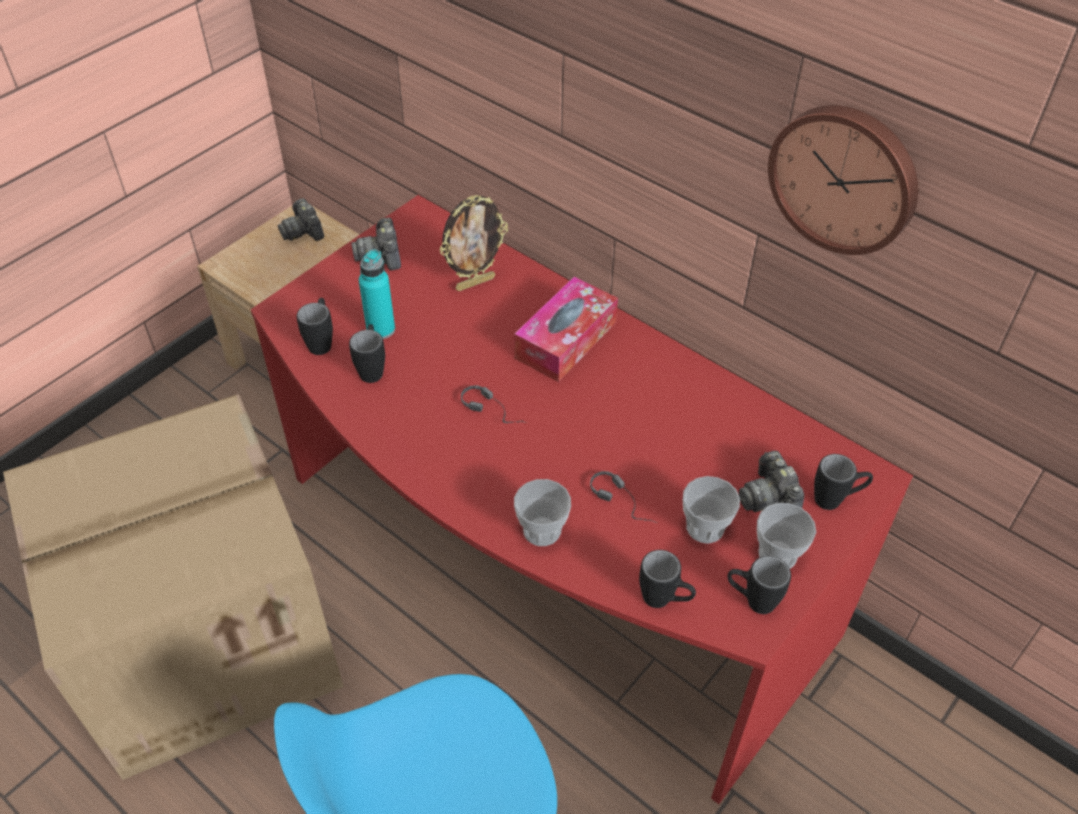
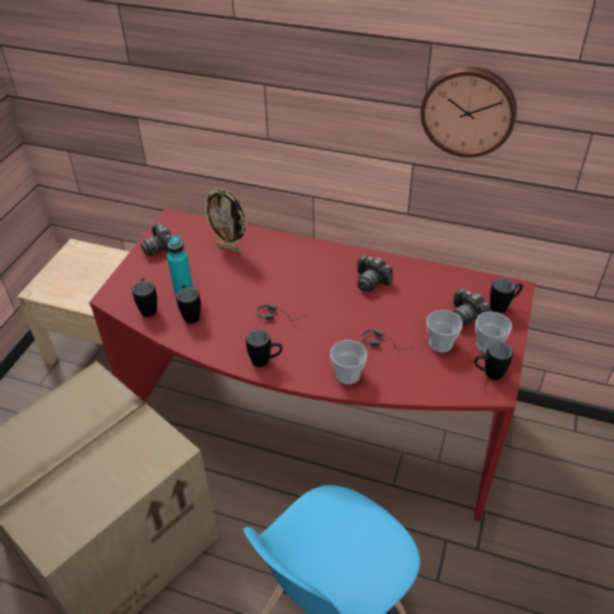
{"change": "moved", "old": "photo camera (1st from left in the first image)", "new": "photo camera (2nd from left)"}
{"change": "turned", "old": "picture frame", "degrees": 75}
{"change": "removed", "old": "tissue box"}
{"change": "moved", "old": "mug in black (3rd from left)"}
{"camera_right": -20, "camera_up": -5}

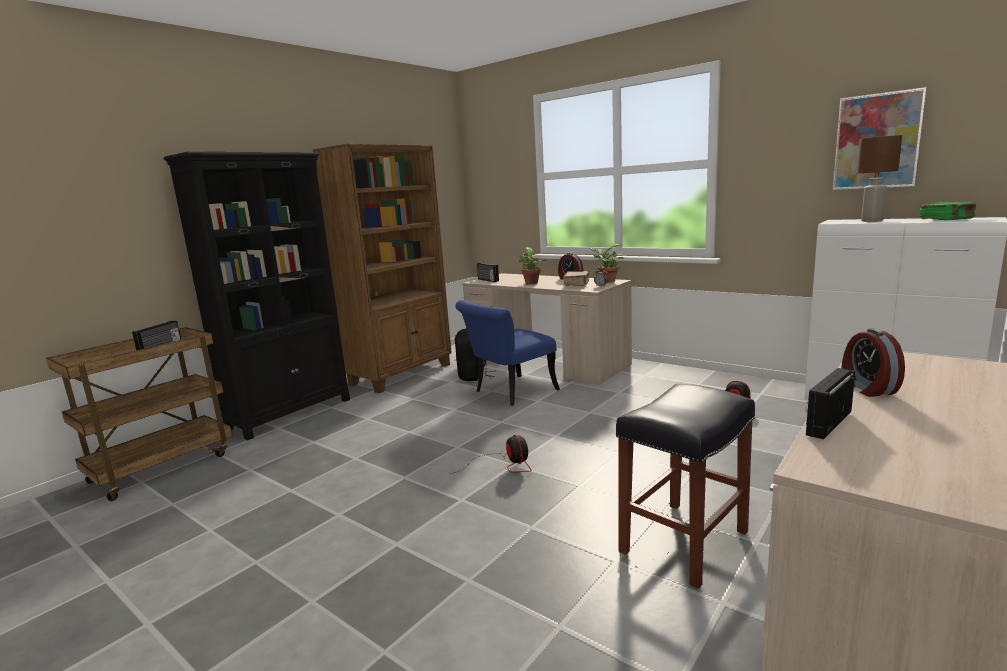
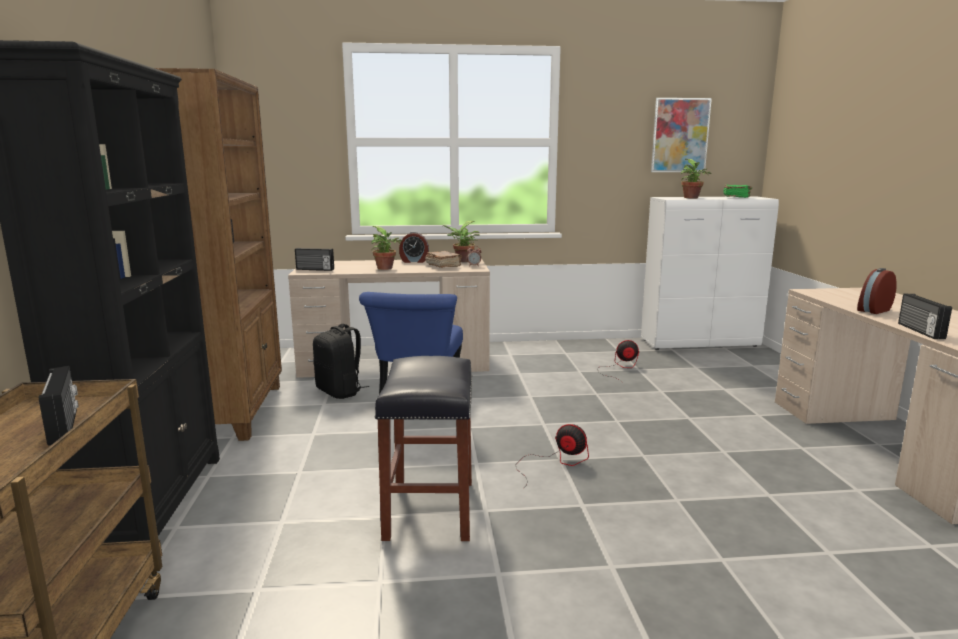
{"change": "moved", "old": "stool in black"}
{"change": "turned", "old": "alarm clock (3rd from left)", "degrees": 105}
{"change": "replaced", "old": "table lamp in brown", "new": "potted plant (3rd from left)"}
{"camera_right": -45, "camera_up": 0}

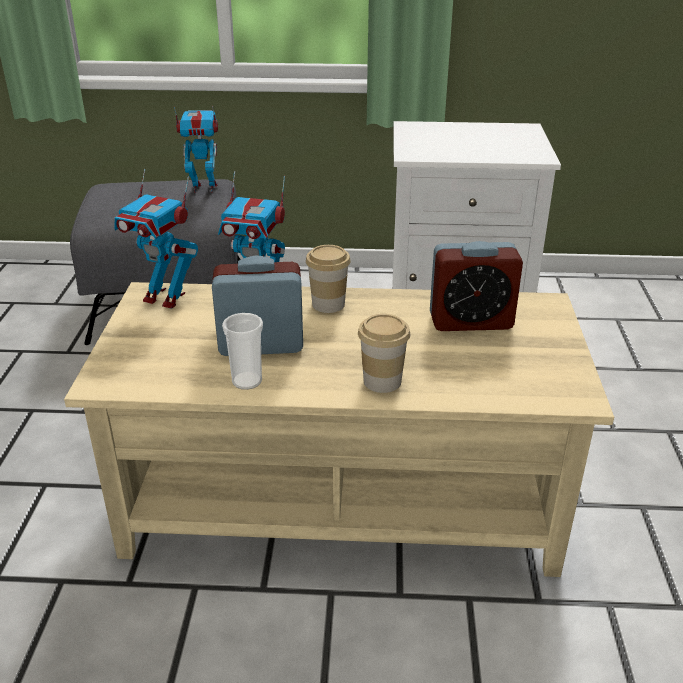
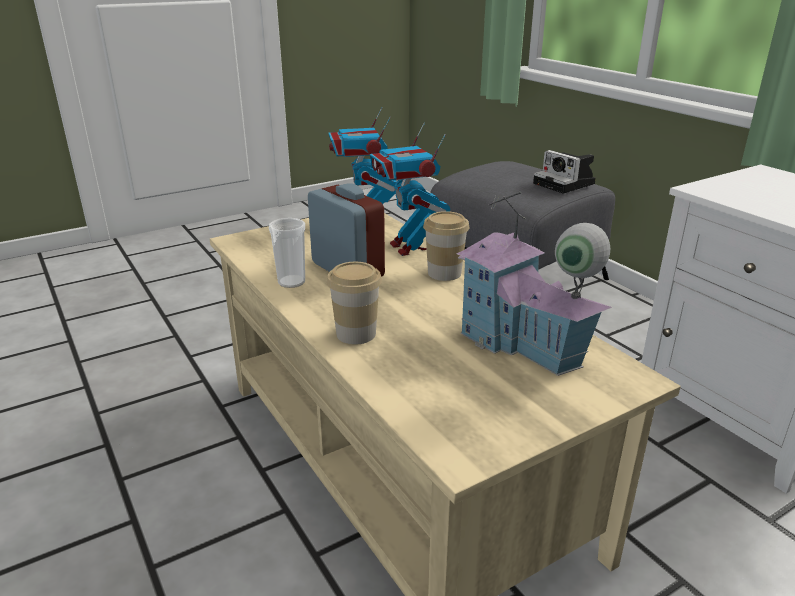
{"change": "replaced", "old": "toy robot (2nd from left)", "new": "photo camera"}
{"change": "replaced", "old": "alarm clock (2nd from left)", "new": "toy house"}
{"camera_right": 55, "camera_up": -5}

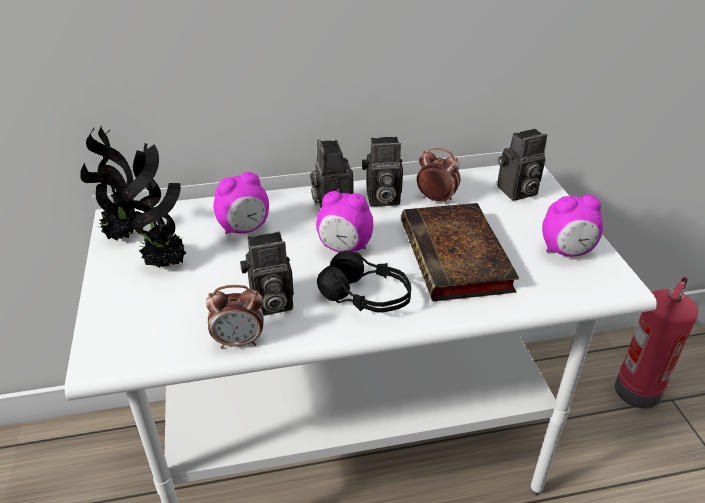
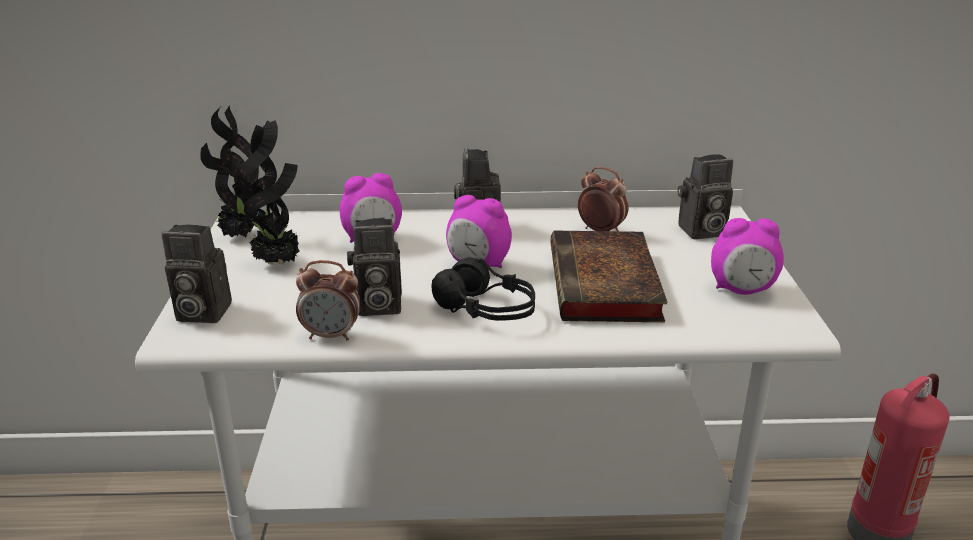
{"change": "moved", "old": "photo camera (3rd from left in the first image)", "new": "photo camera (1st from left)"}
{"camera_right": 10, "camera_up": -10}

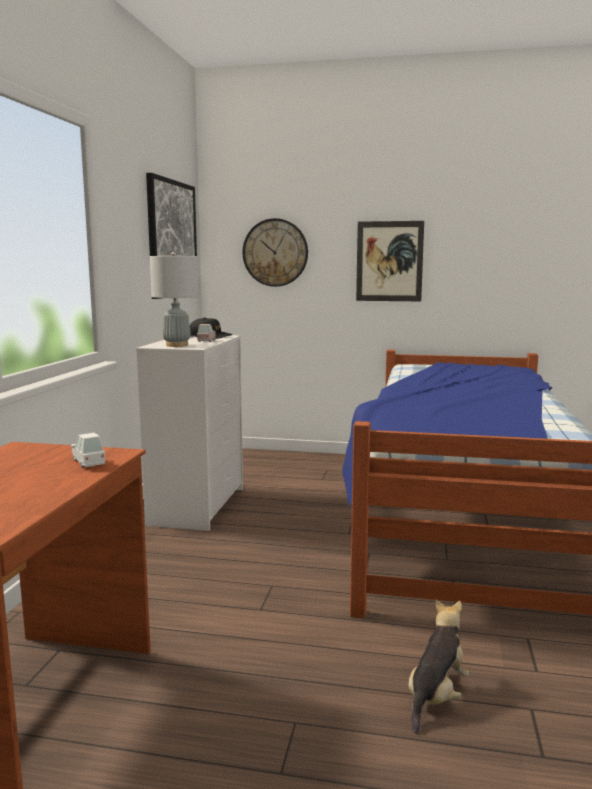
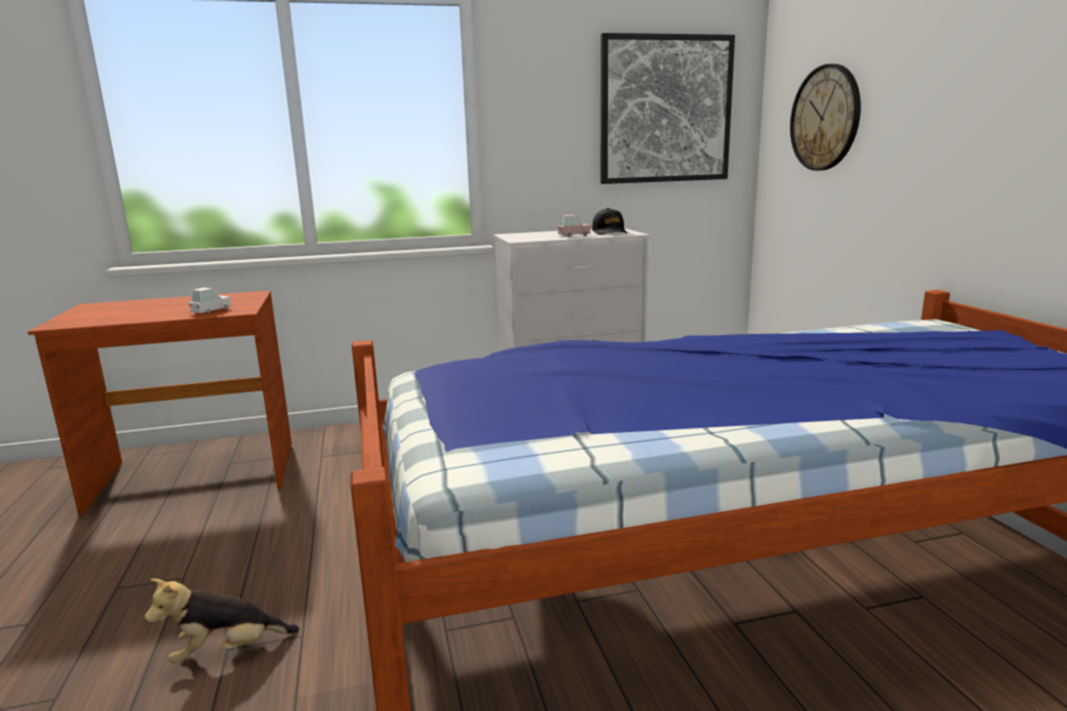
{"change": "removed", "old": "table lamp in grey"}
{"change": "removed", "old": "picture (2nd from left)"}
{"change": "turned", "old": "plush toy", "degrees": 150}
{"camera_right": 65, "camera_up": 5}

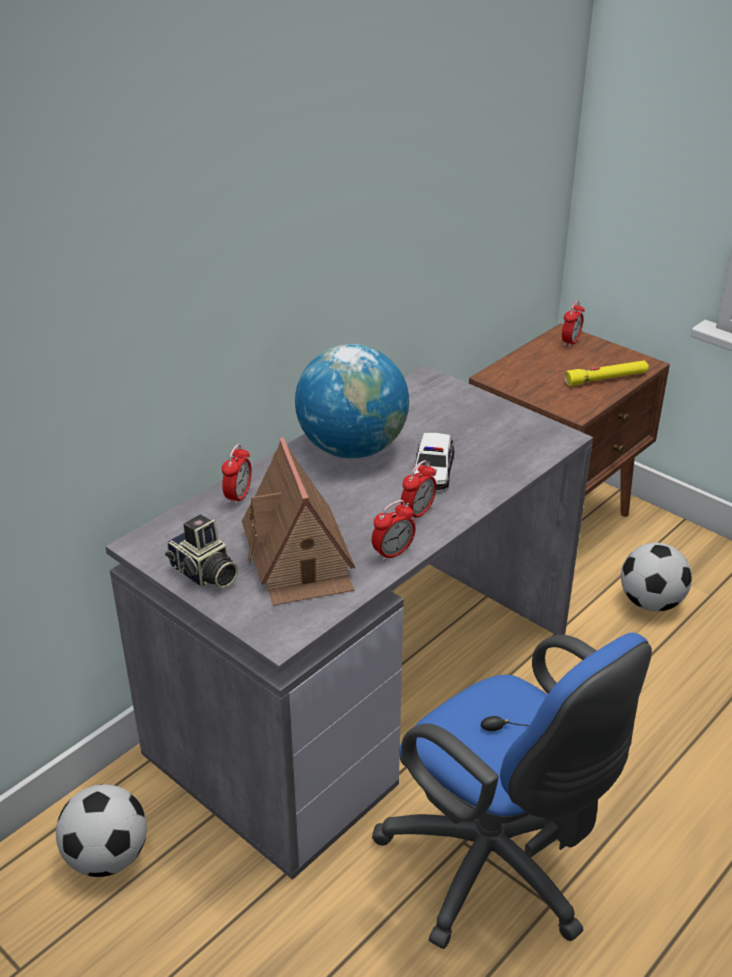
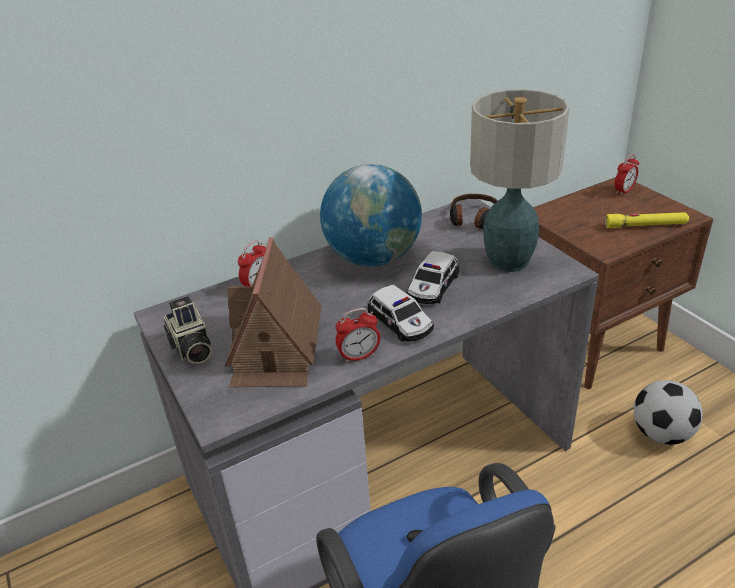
{"change": "removed", "old": "football (1st from left)"}
{"change": "replaced", "old": "alarm clock (3rd from left)", "new": "toy car (1st from left)"}
{"change": "added", "new": "headphones"}
{"change": "added", "new": "table lamp"}
{"camera_right": 20, "camera_up": 0}

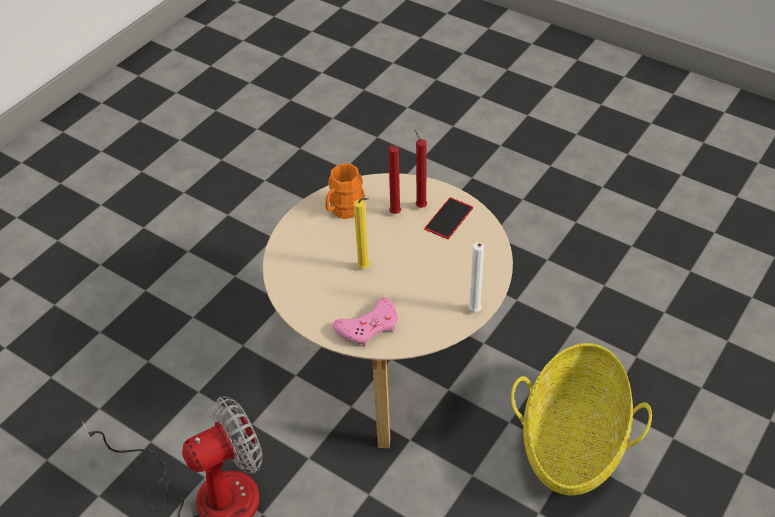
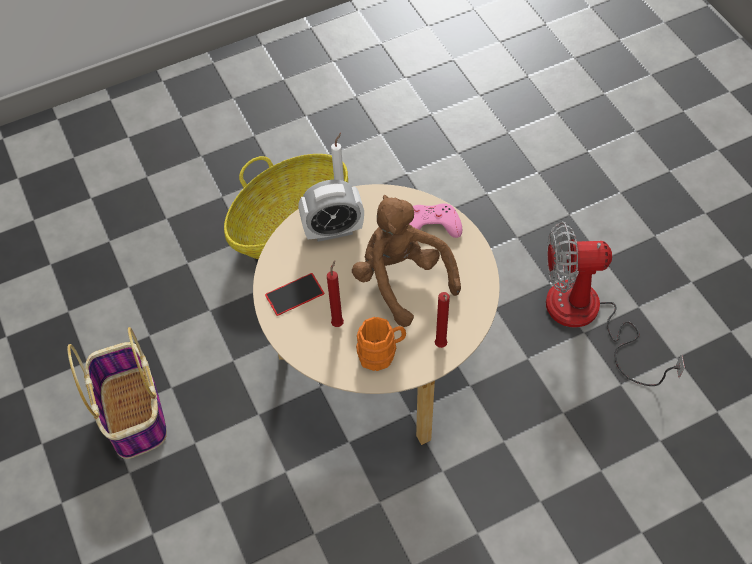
{"change": "replaced", "old": "candle in yellow", "new": "plush toy in brown"}
{"change": "moved", "old": "candle in red (2nd from left)"}
{"change": "added", "new": "basket (1st from left)"}
{"change": "added", "new": "alarm clock"}
{"camera_right": -150, "camera_up": 10}

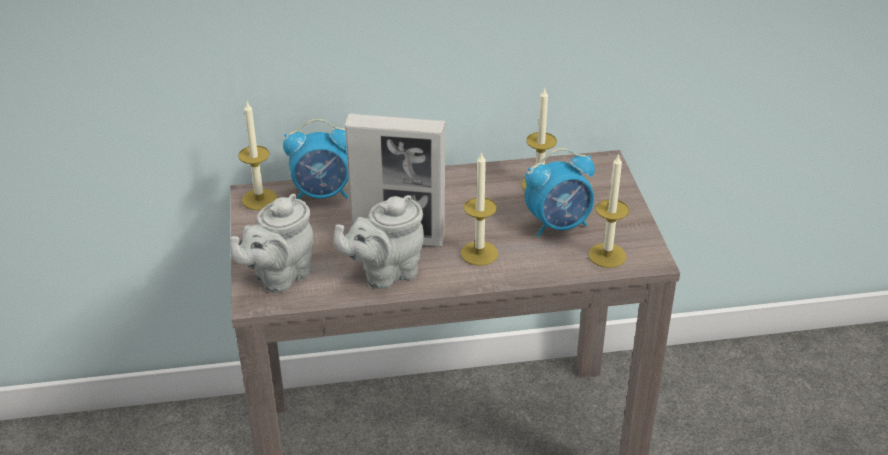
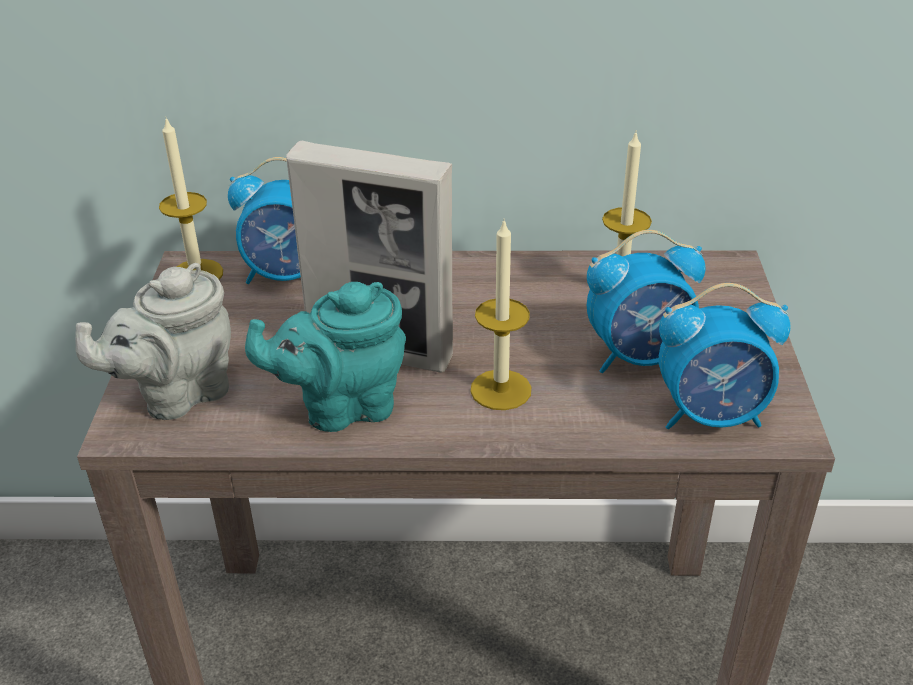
{"change": "recoloured", "old": "teapot in grey (2nd from left)", "new": "teapot in turquoise"}
{"change": "replaced", "old": "candle (4th from left)", "new": "alarm clock (3rd from left)"}
{"camera_right": 10, "camera_up": 0}

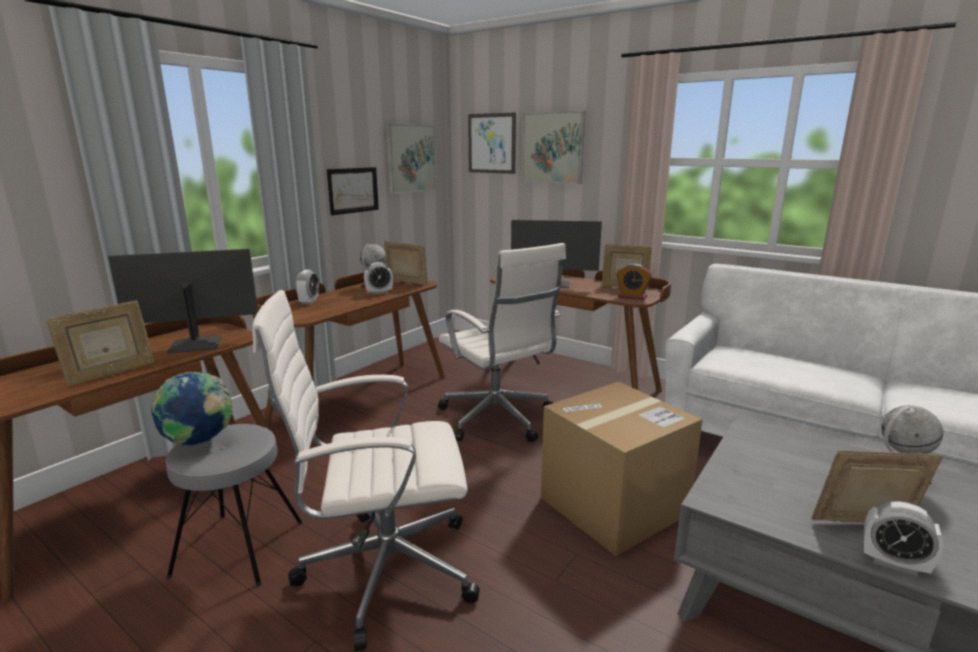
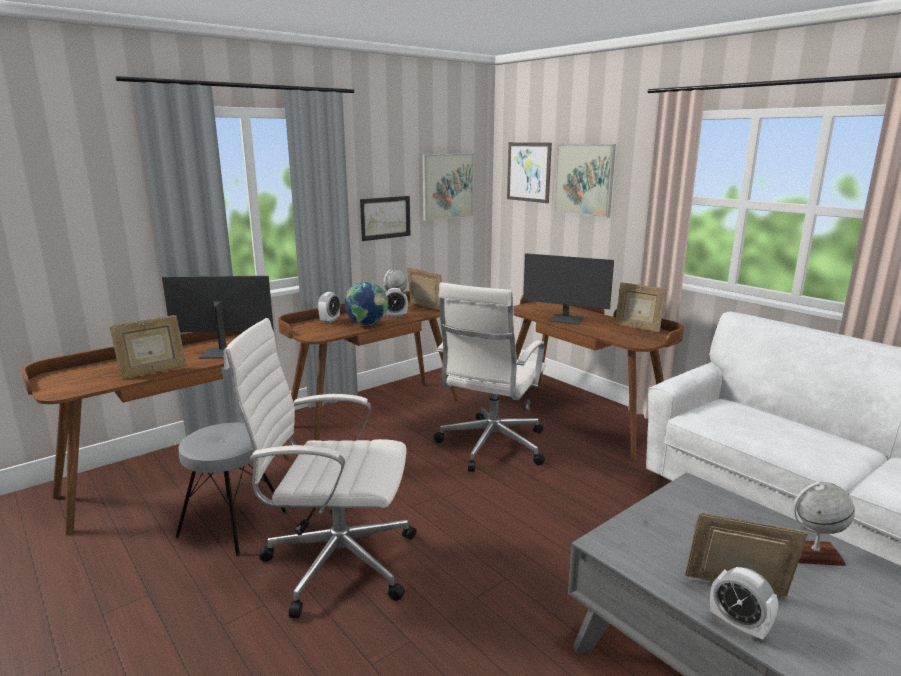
{"change": "moved", "old": "globe (1st from left)"}
{"change": "turned", "old": "office chair in white (2nd from left)", "degrees": 45}
{"change": "removed", "old": "cardboard box"}
{"change": "removed", "old": "alarm clock (3rd from left)"}
{"camera_right": 15, "camera_up": 0}

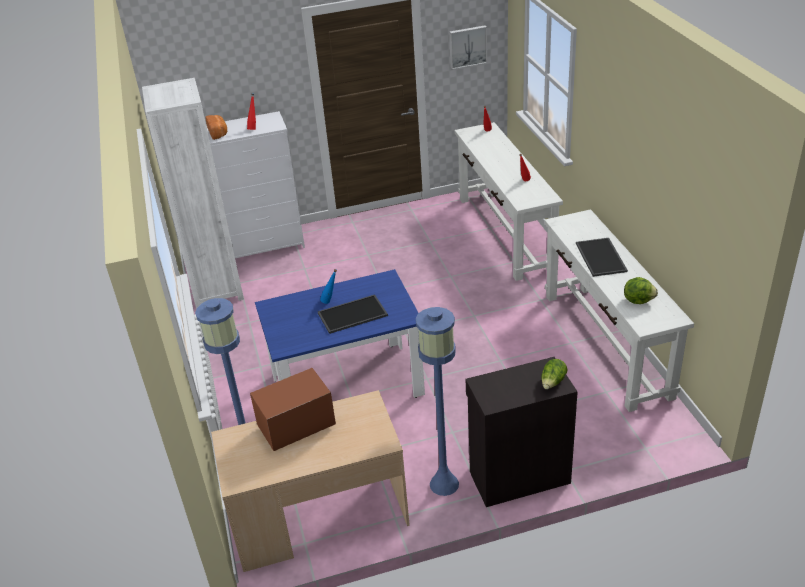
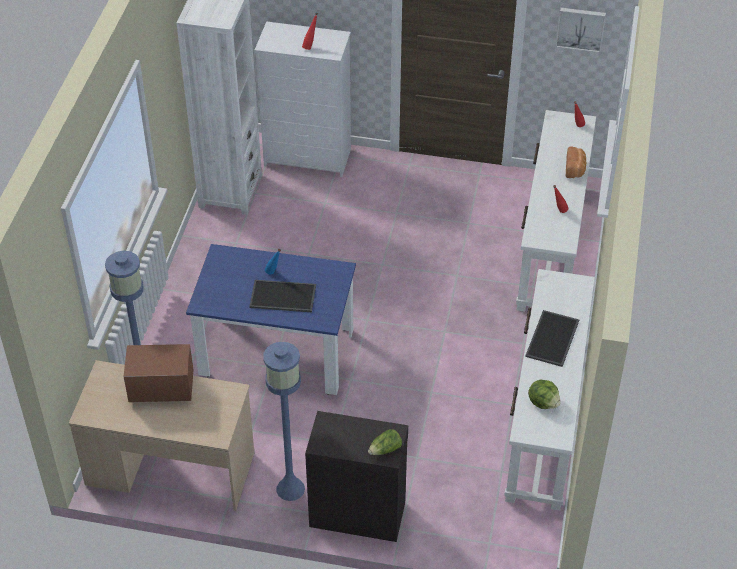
{"change": "moved", "old": "bread"}
{"camera_right": 25, "camera_up": 10}

